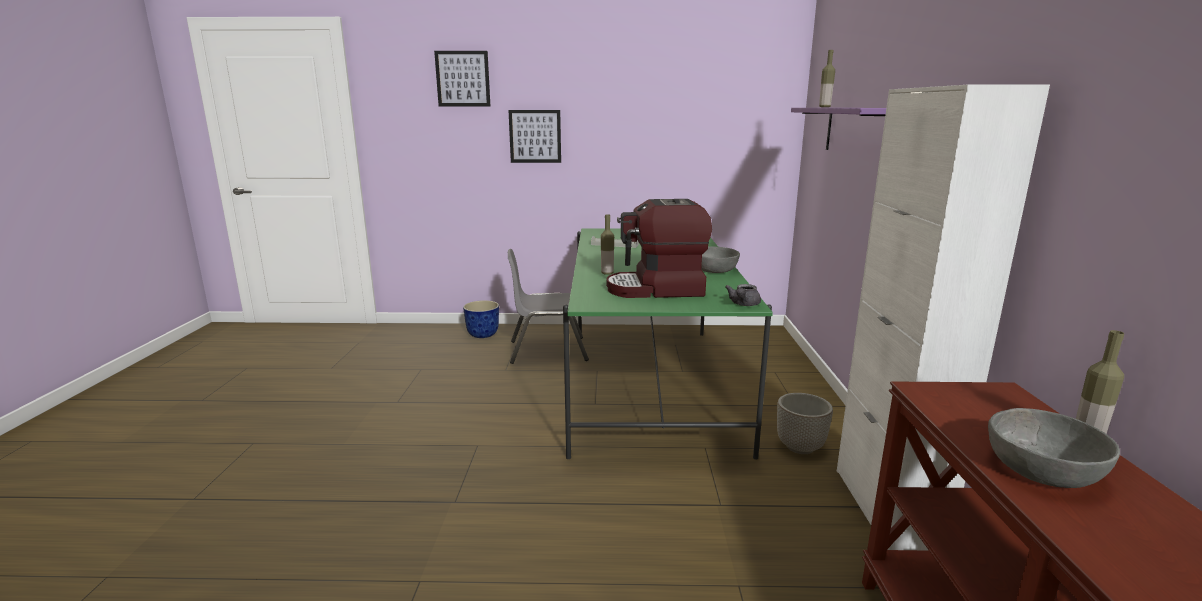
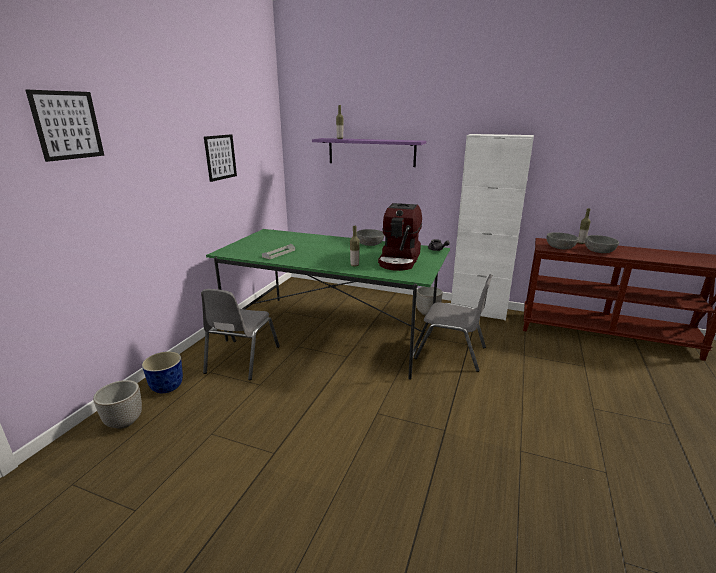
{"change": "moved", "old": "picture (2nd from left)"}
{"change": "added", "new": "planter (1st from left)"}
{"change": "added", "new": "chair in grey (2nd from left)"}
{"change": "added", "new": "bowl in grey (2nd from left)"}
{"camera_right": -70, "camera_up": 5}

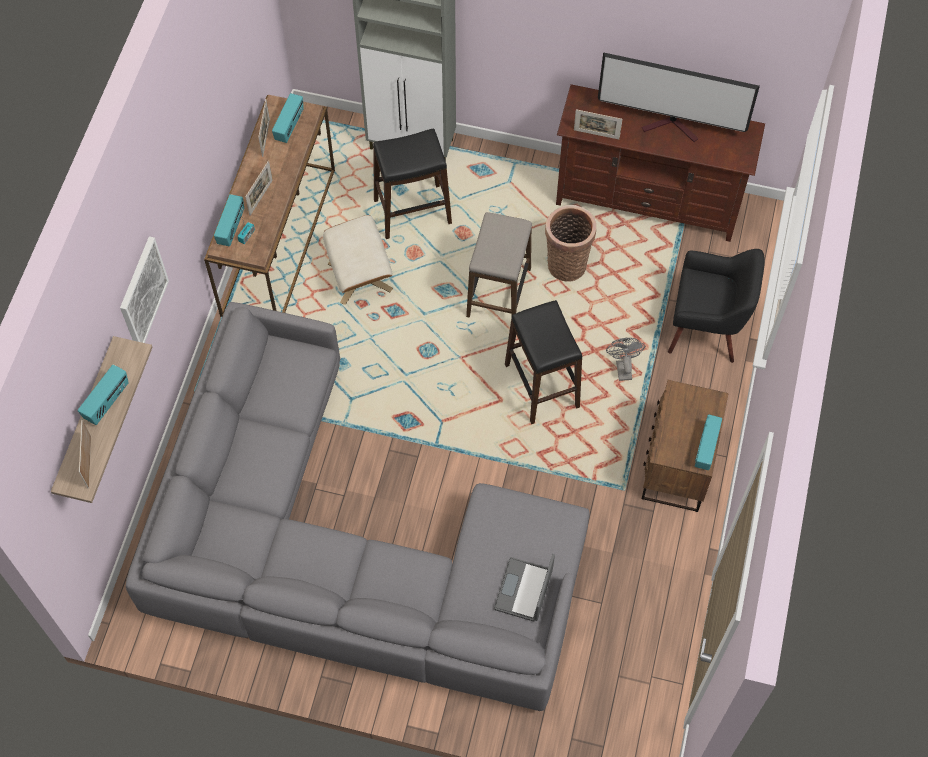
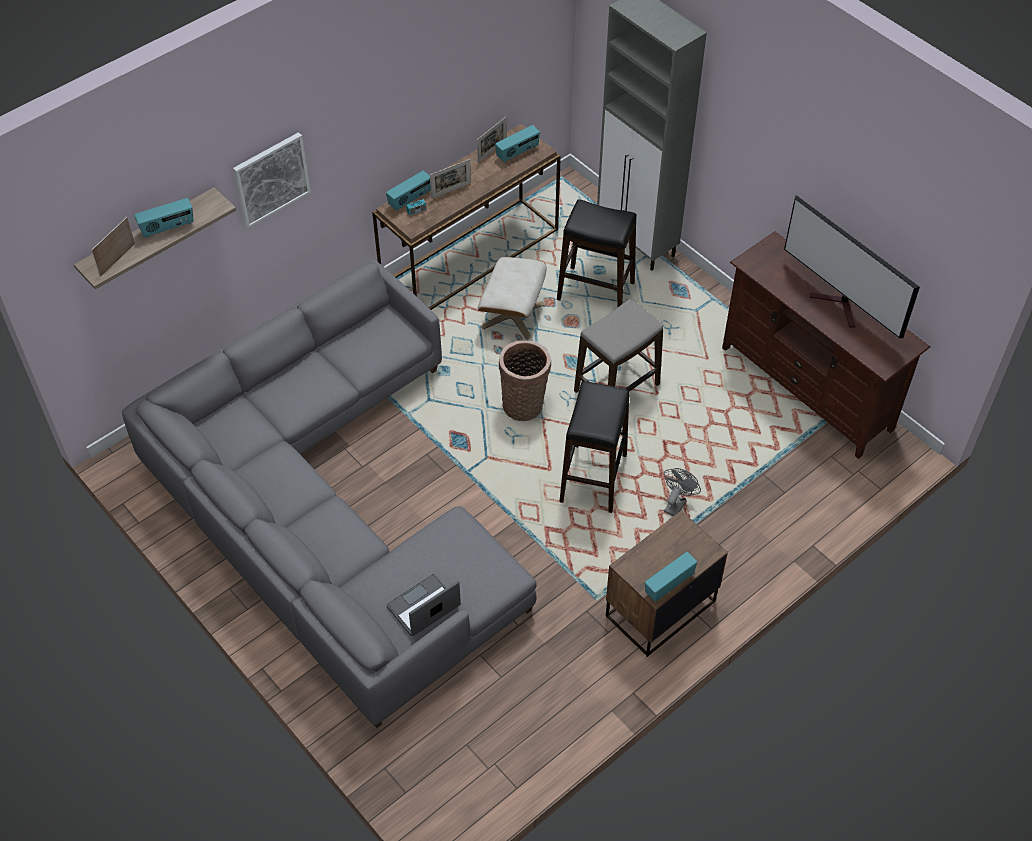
{"change": "moved", "old": "basket"}
{"change": "removed", "old": "picture frame (4th from left)"}
{"change": "removed", "old": "armchair in black"}
{"camera_right": 35, "camera_up": -10}

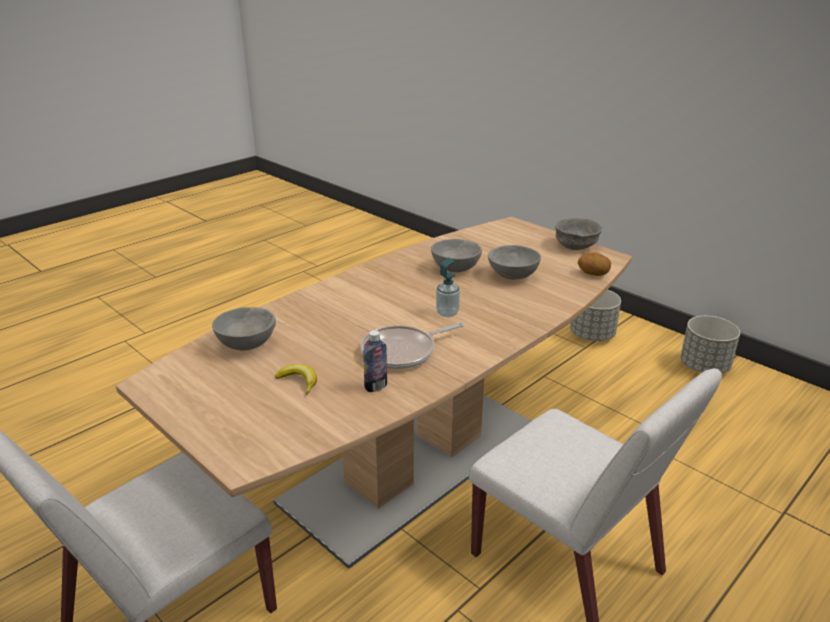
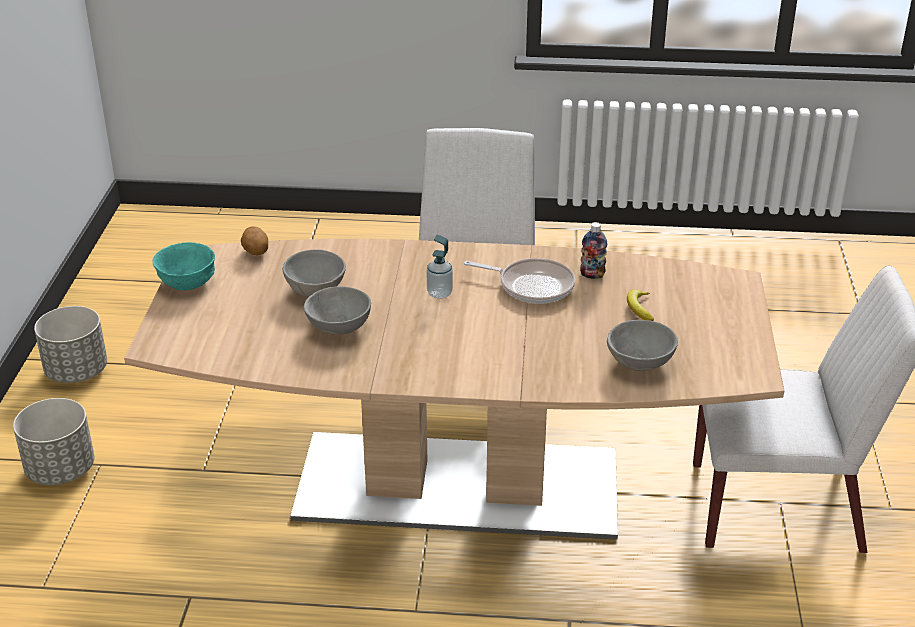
{"change": "recoloured", "old": "bowl in grey (4th from left)", "new": "bowl in turquoise"}
{"camera_right": -130, "camera_up": 5}

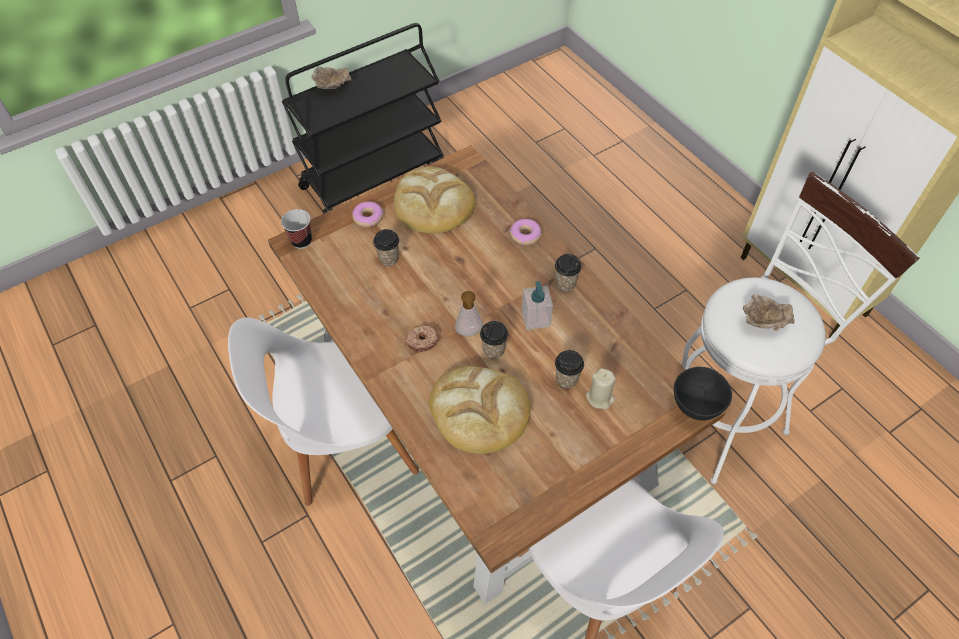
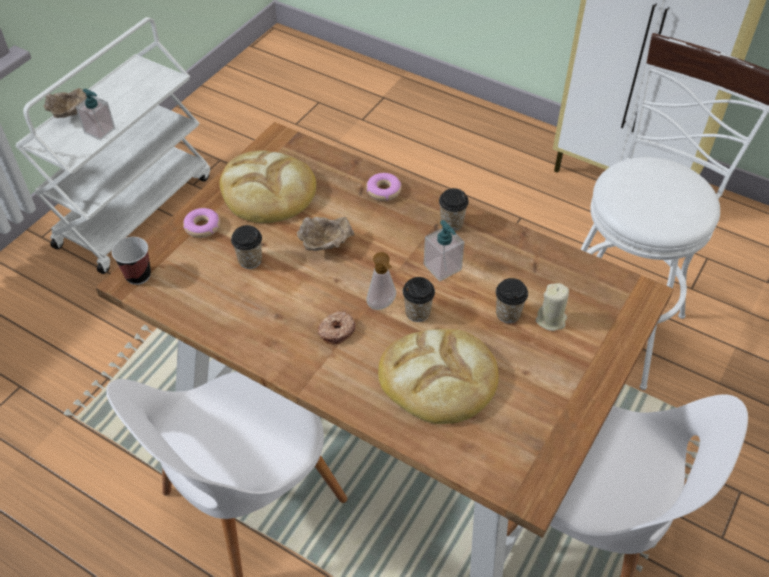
{"change": "recoloured", "old": "cart in black", "new": "cart in white"}
{"change": "removed", "old": "bowl in black"}
{"change": "moved", "old": "bowl in beige (2nd from left)"}
{"change": "added", "new": "soap dispenser (1st from left)"}
{"camera_right": -25, "camera_up": -5}

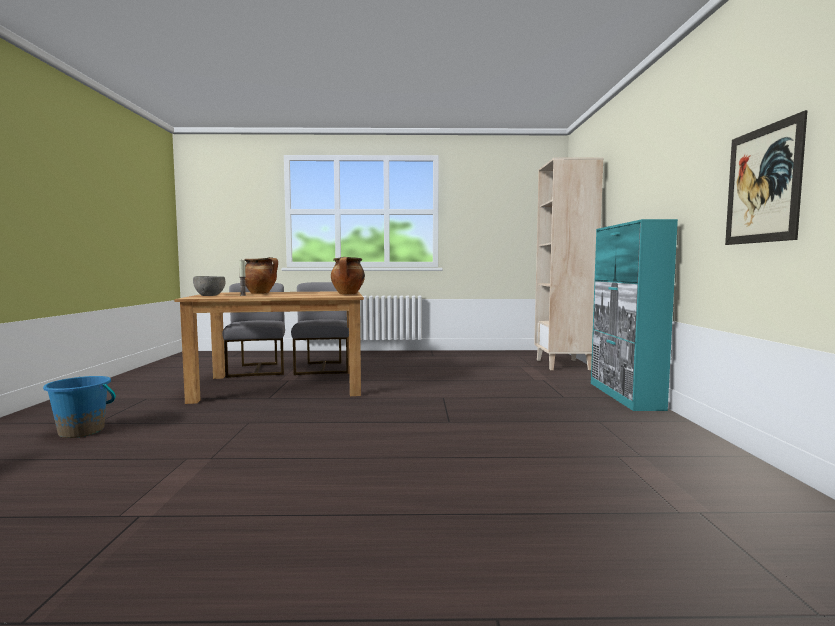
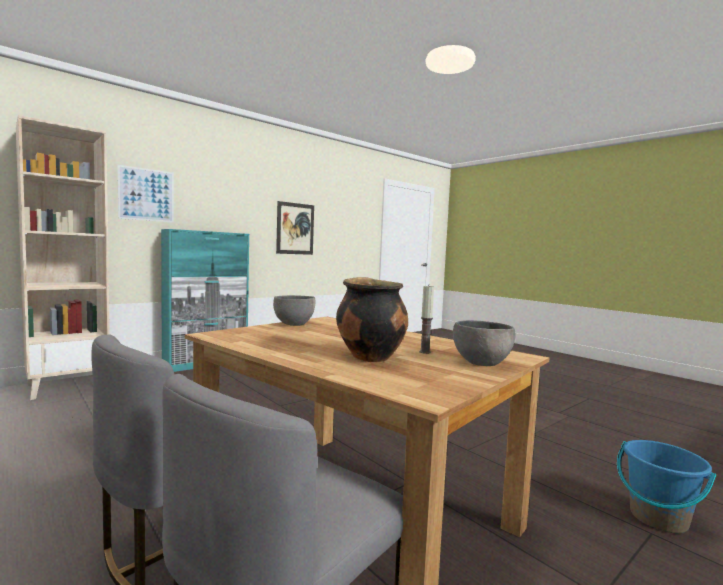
{"change": "replaced", "old": "cooking pot (2nd from left)", "new": "bowl in grey (1st from left)"}
{"change": "added", "new": "picture (1st from left)"}
{"camera_right": -130, "camera_up": 0}

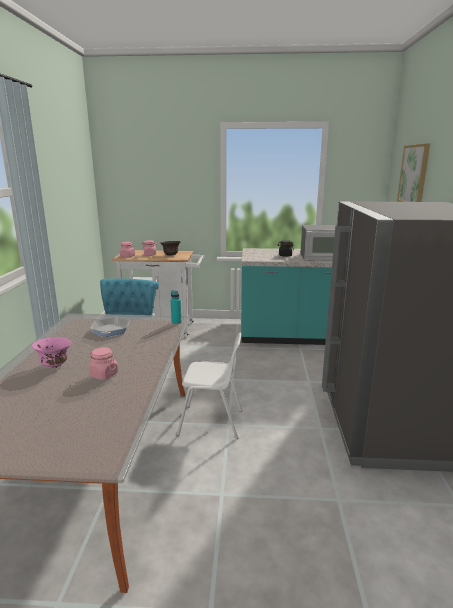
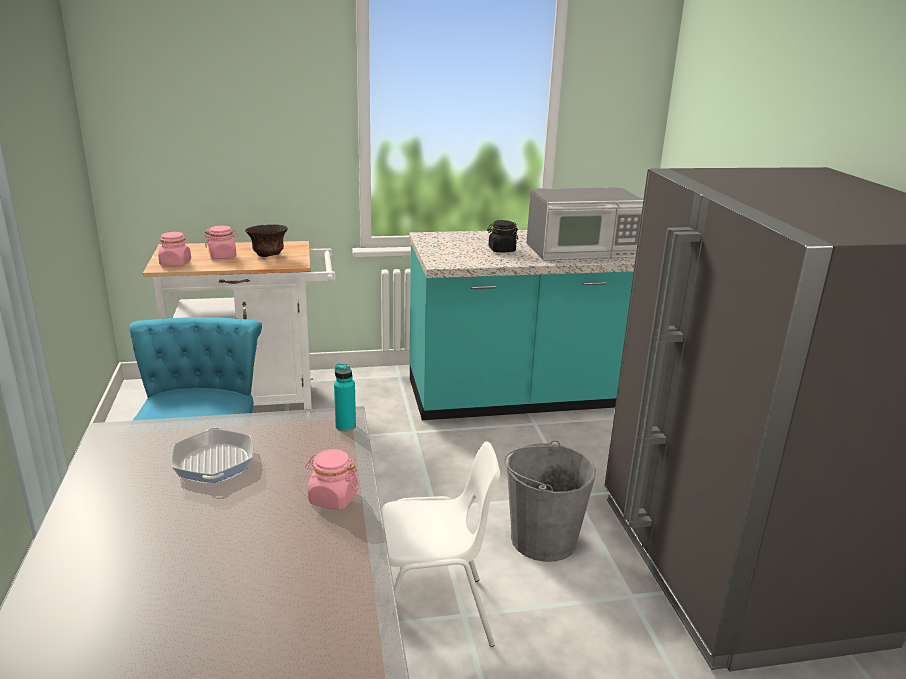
{"change": "removed", "old": "bowl in pink"}
{"change": "moved", "old": "jar in pink (1st from left in the first image)", "new": "jar in pink (3rd from left)"}
{"change": "removed", "old": "picture"}
{"change": "added", "new": "bucket in grey"}
{"camera_right": -15, "camera_up": 5}

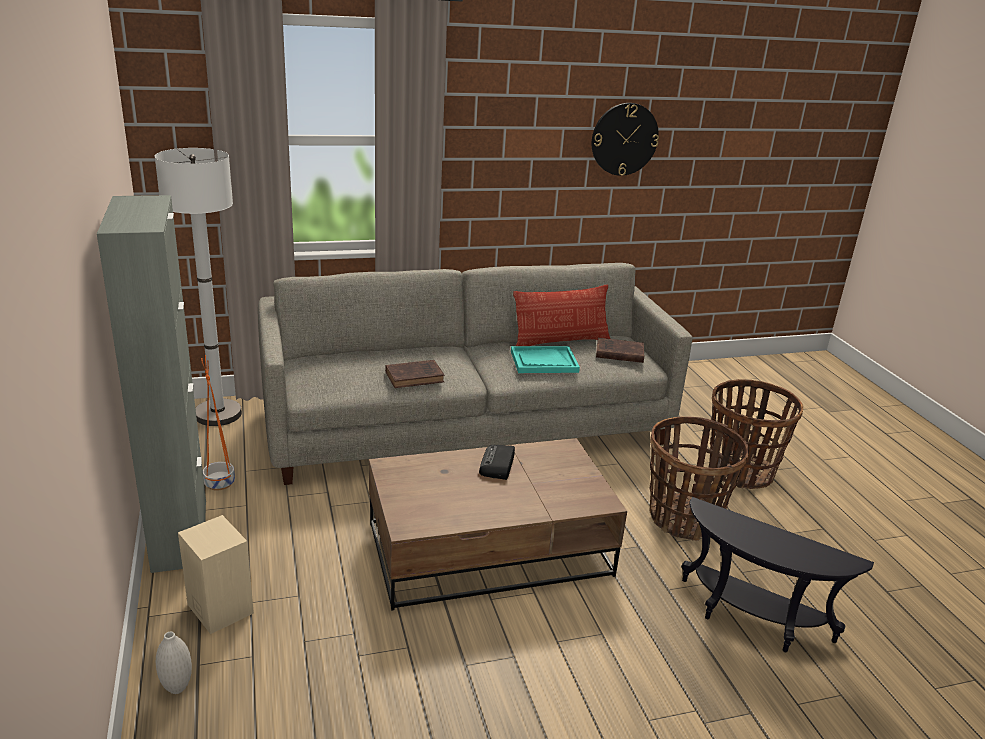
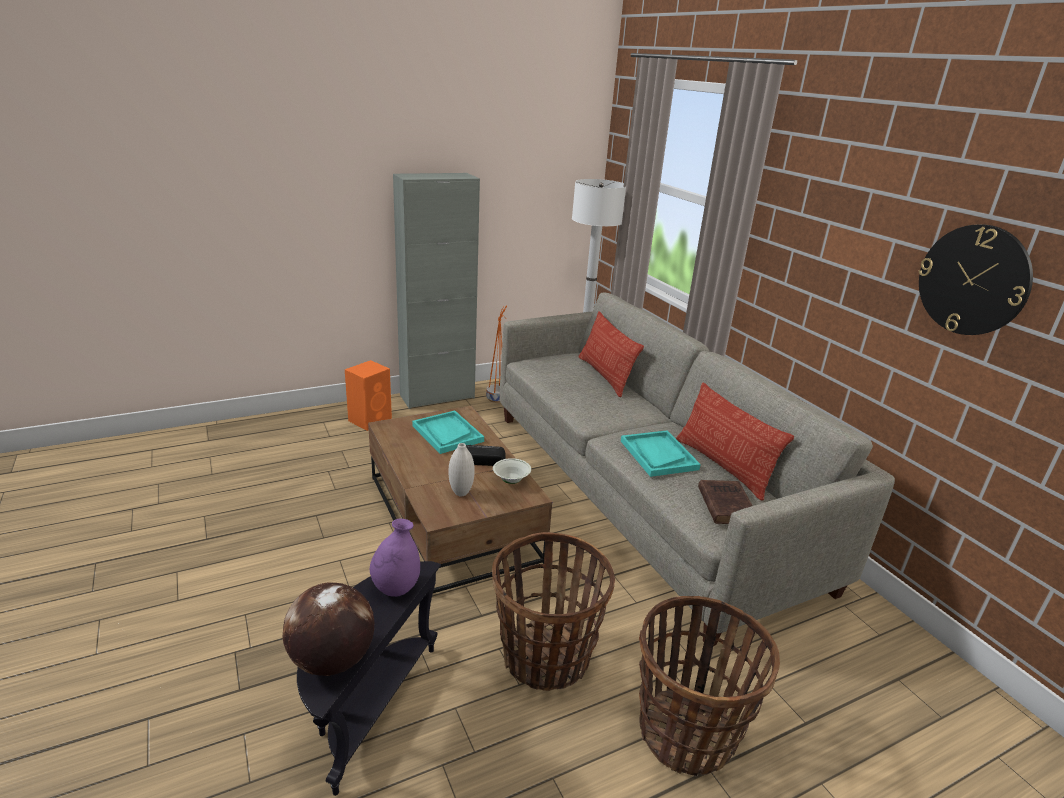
{"change": "moved", "old": "vase in white"}
{"change": "recoloured", "old": "speaker in beige", "new": "speaker in orange"}
{"change": "removed", "old": "book in brown (1st from left)"}
{"change": "added", "new": "globe"}
{"change": "added", "new": "vase in purple"}
{"change": "added", "new": "tray in turquoise (1st from left)"}
{"change": "added", "new": "bowl in white"}
{"change": "added", "new": "pillow (1st from left)"}
{"camera_right": 80, "camera_up": 0}

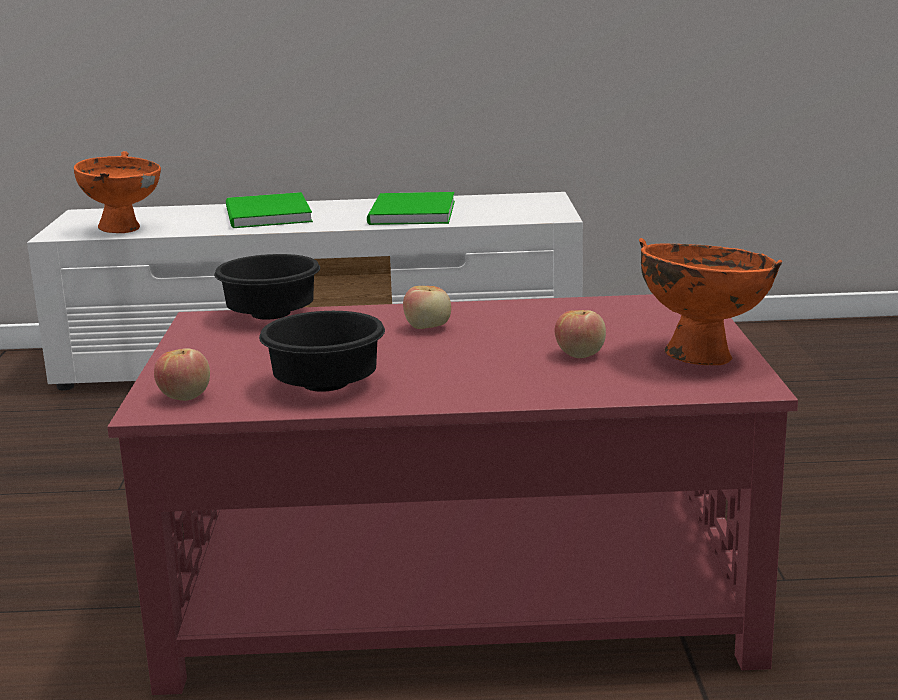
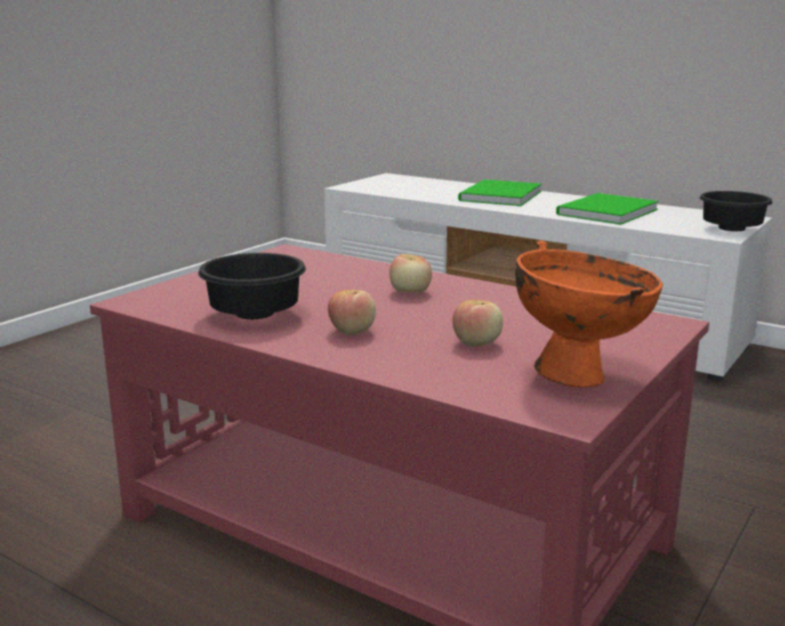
{"change": "removed", "old": "bowl in orange (1st from left)"}
{"change": "moved", "old": "apple (1st from left)"}
{"change": "moved", "old": "bowl in black (1st from left in the first image)", "new": "bowl in black (2nd from left)"}
{"camera_right": 35, "camera_up": 0}

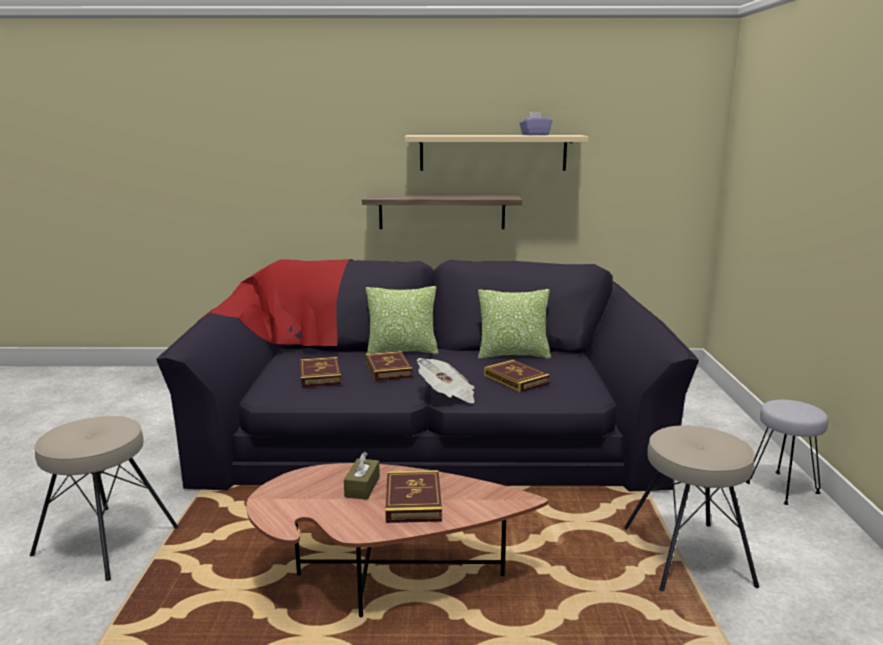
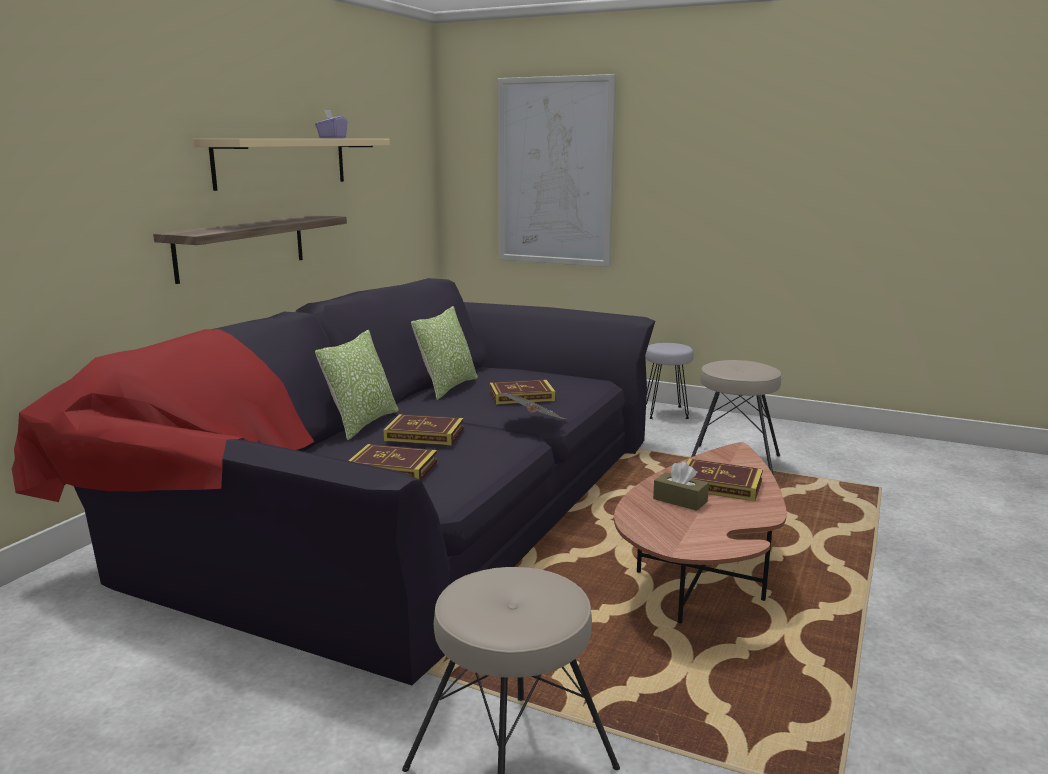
{"change": "added", "new": "picture"}
{"camera_right": -65, "camera_up": 0}

